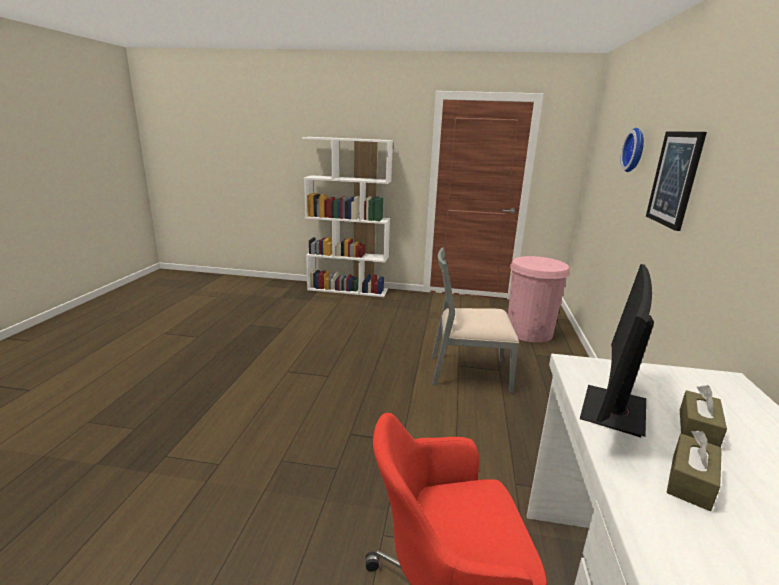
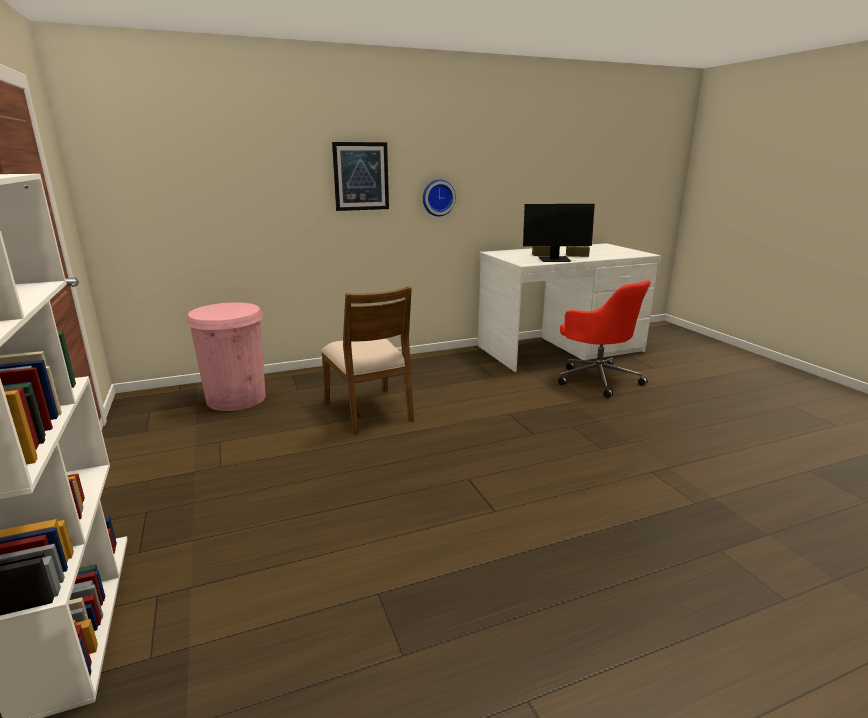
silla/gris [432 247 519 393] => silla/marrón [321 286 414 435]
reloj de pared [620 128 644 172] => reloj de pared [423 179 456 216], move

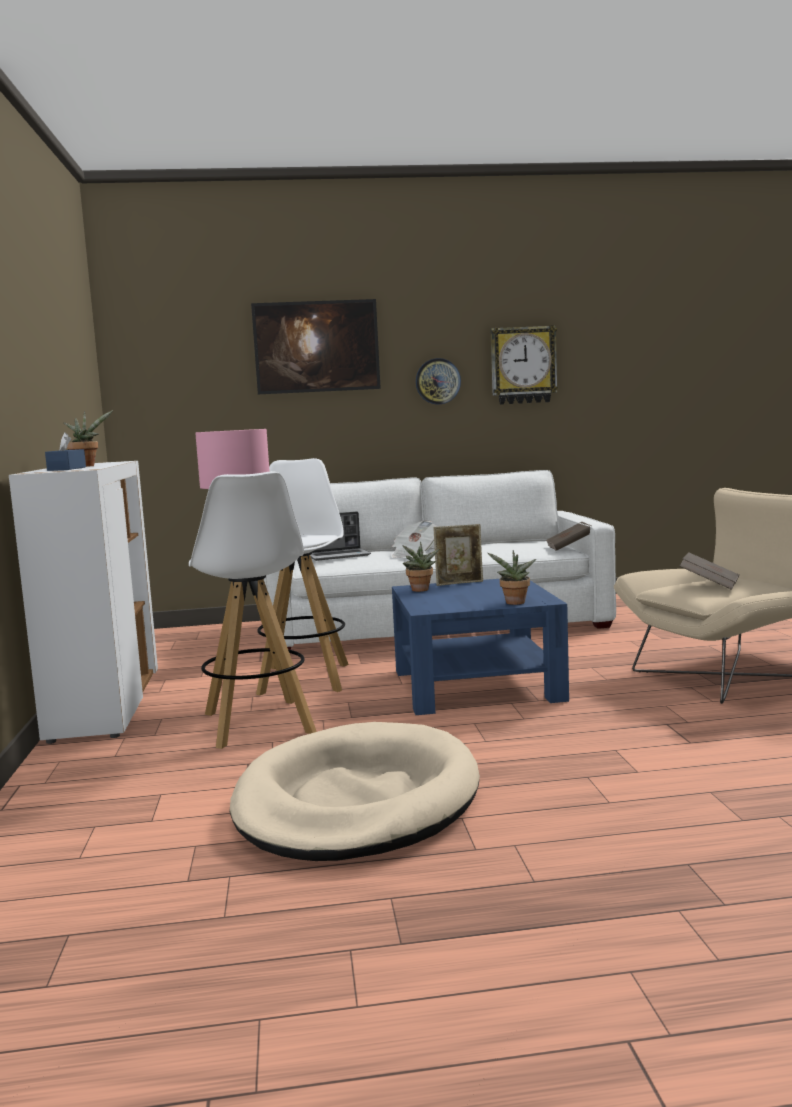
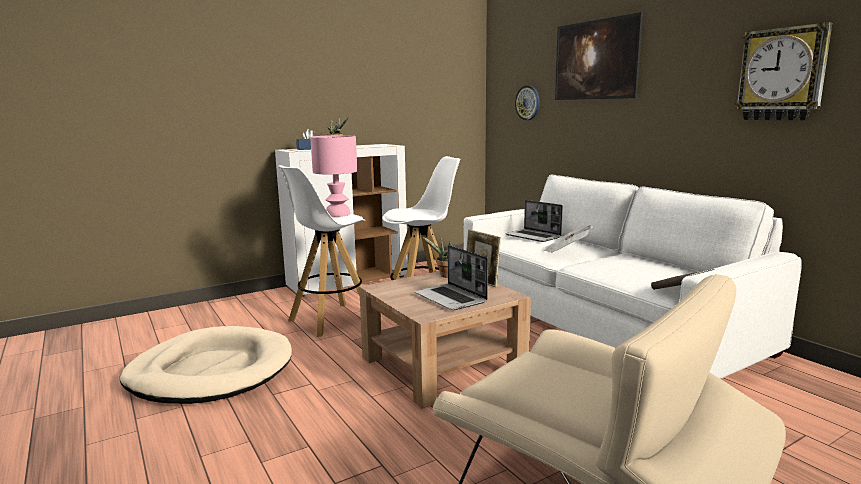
mesa de centro/azul [392 579 569 715] => mesa de centro/marrón [359 271 531 409]
reloj de pared [416 358 461 405] => reloj de pared [515 85 540 120], move
planta en maceta [488 550 536 605] => nothing
libro/marrón [679 552 739 590] => nothing
nothing => portátil [414 245 488 310]

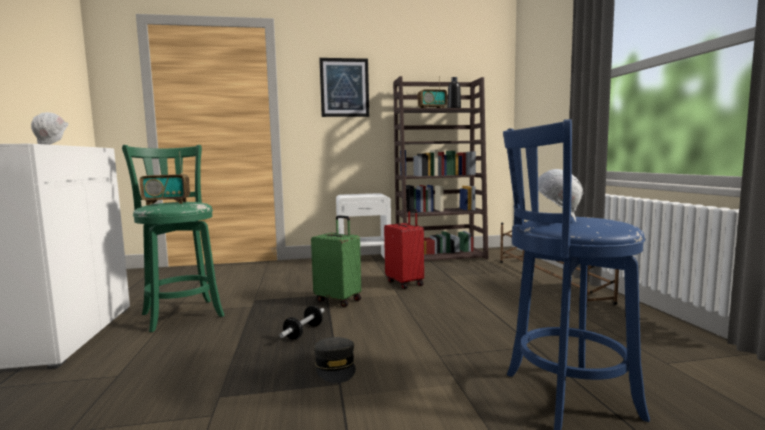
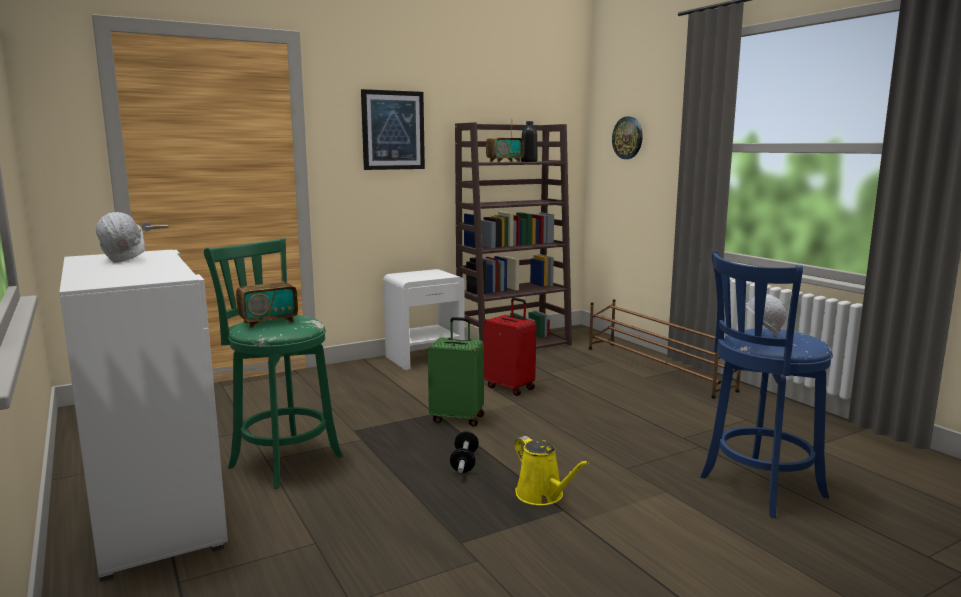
gorra/gris [314 337 356 383] => regadera/amarillo [515 436 589 506]
nothing => reloj de pared [612 117 643 159]

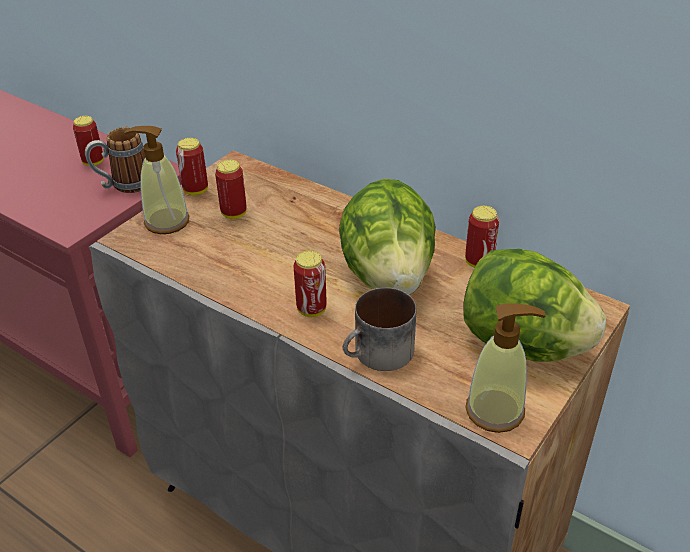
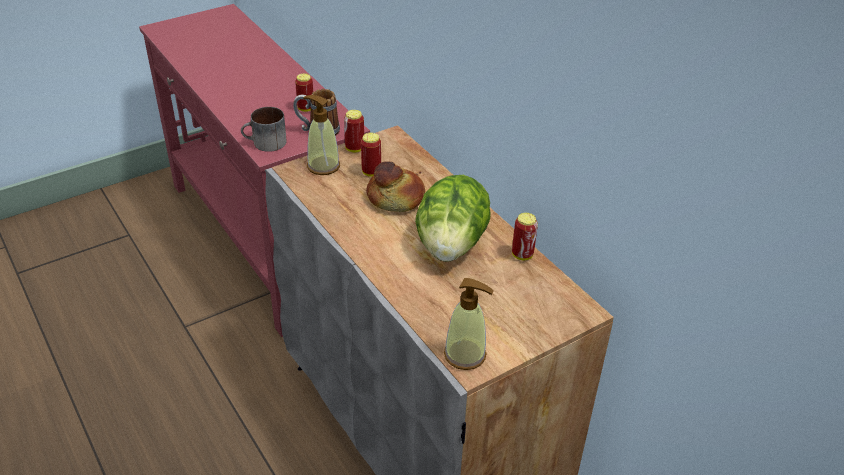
lata [294 251 327 317] => nothing
taza grande [343 288 416 371] => taza grande [241 107 287 152], move
lechuga [464 249 606 362] => nothing
nothing => pan [366 161 425 212]

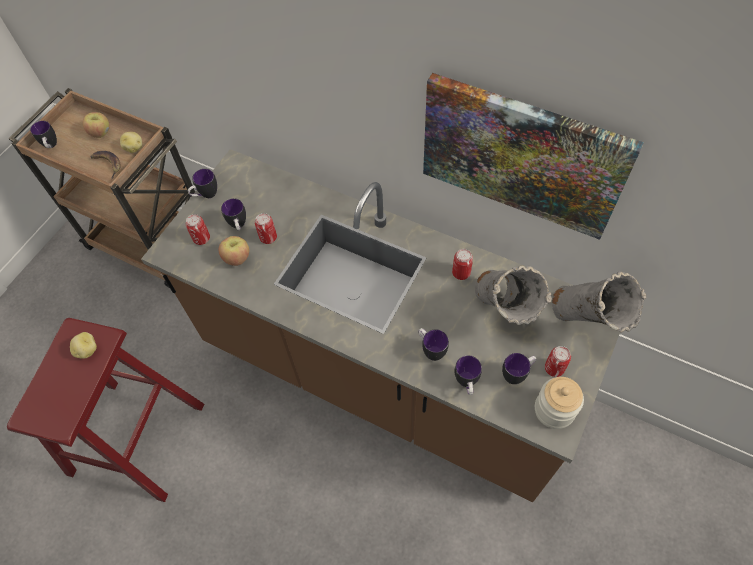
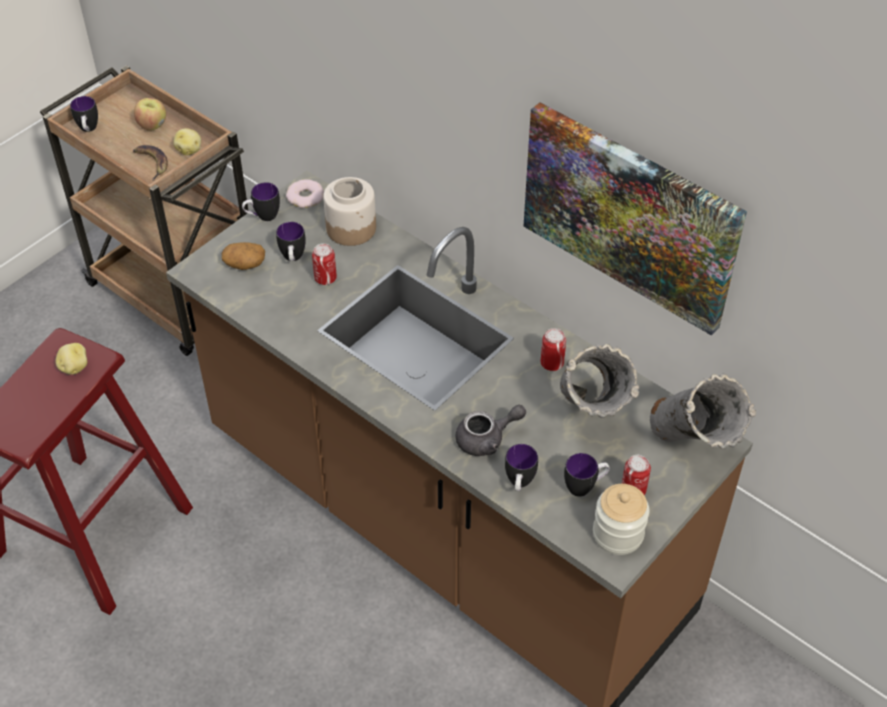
lata [186 214 210 245] => patata [222 242 265 270]
manzana [219 236 249 266] => nothing
taza grande [418 328 449 361] => tetera/gris [456 405 526 456]
nothing => rosquilla [286 179 324 208]
nothing => tarro [323 177 376 246]

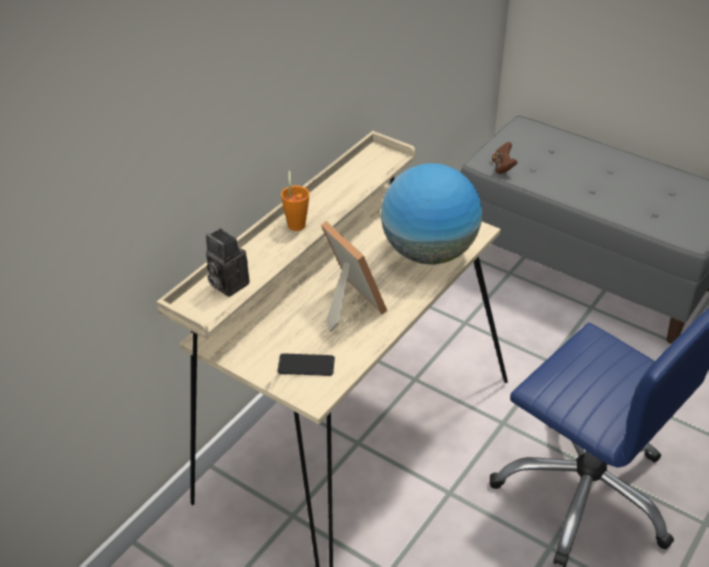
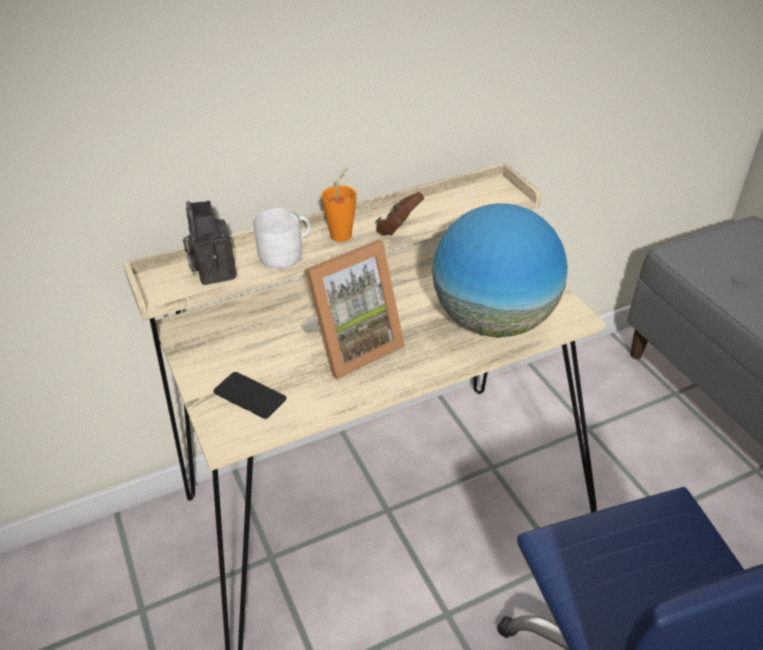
portarretratos [321 221 387 332] => portarretratos [300 240 405 379], 60 degrees clockwise
mando de consola/marrón [492 142 517 174] => mando de consola/marrón [376 192 424 236], move
nothing => taza grande/blanco [253 208 310 269]

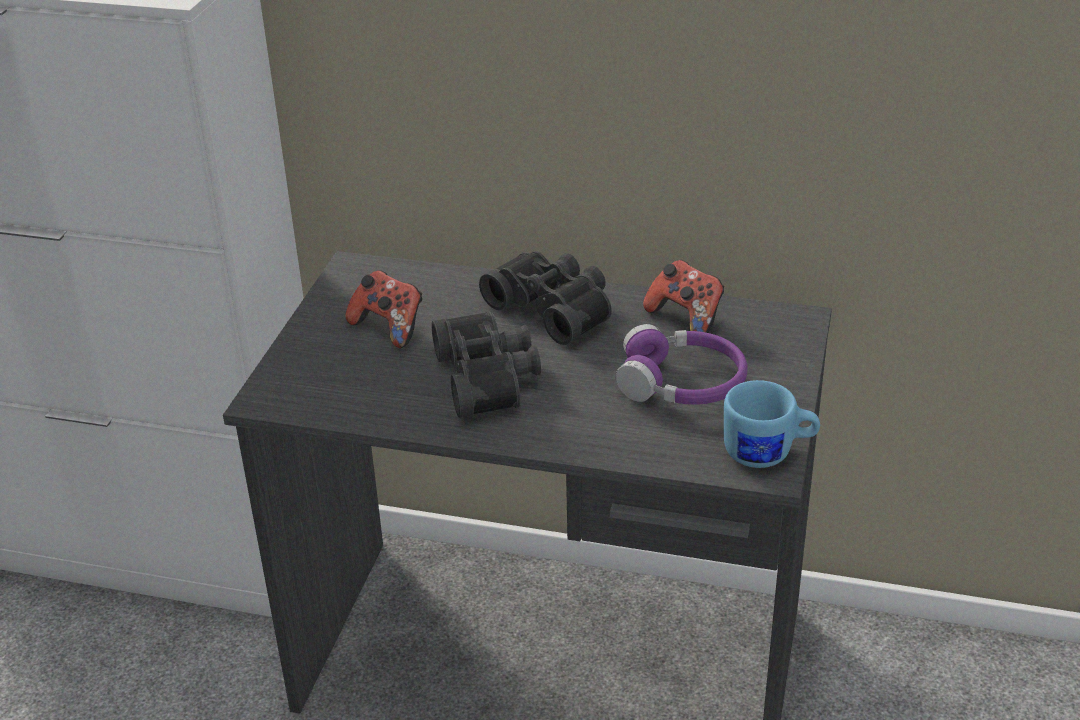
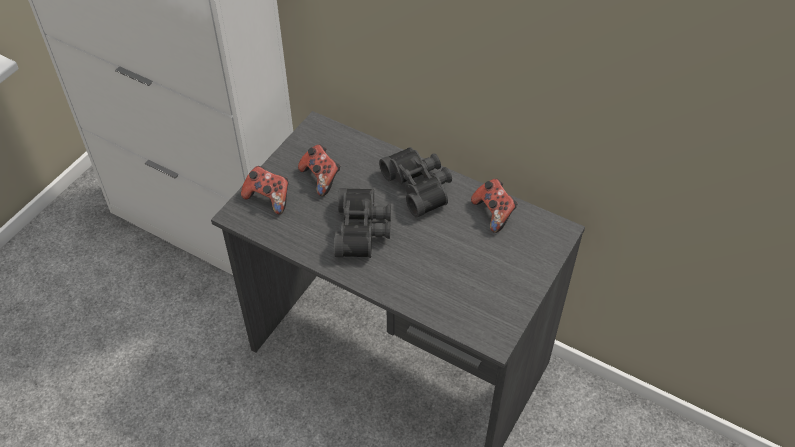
auriculares/morado [616 324 748 405] => nothing
taza grande/azul [724 380 820 468] => nothing
nothing => mando de consola [241 166 288 214]

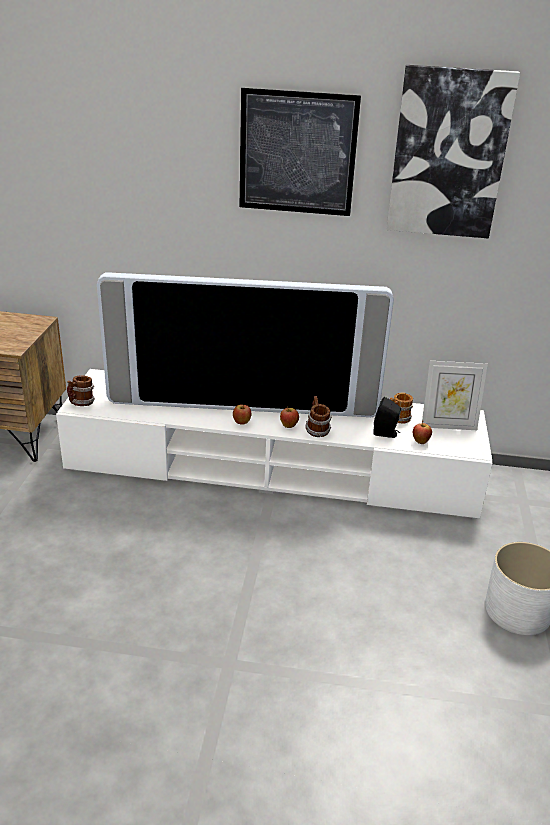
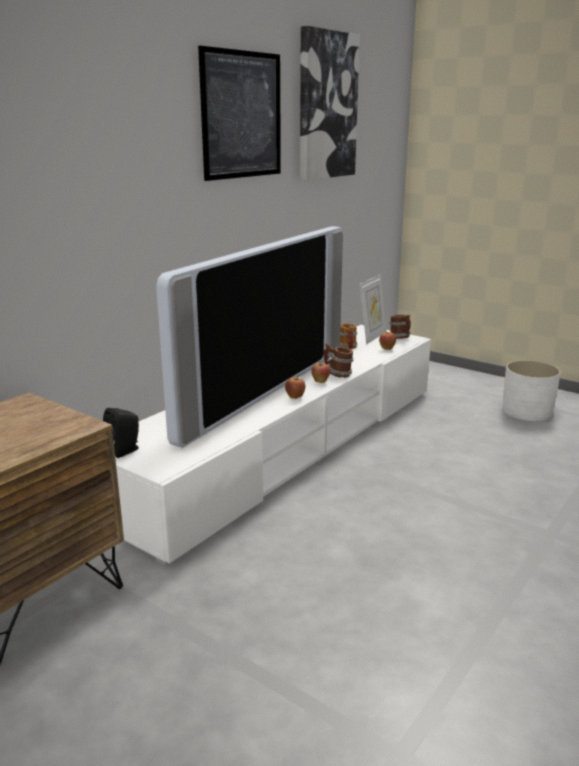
taza grande [67 375 95 406] => taza grande [389 315 411 339], move
altavoz/negro [373 397 401 438] => altavoz/negro [103 408 139 458], move

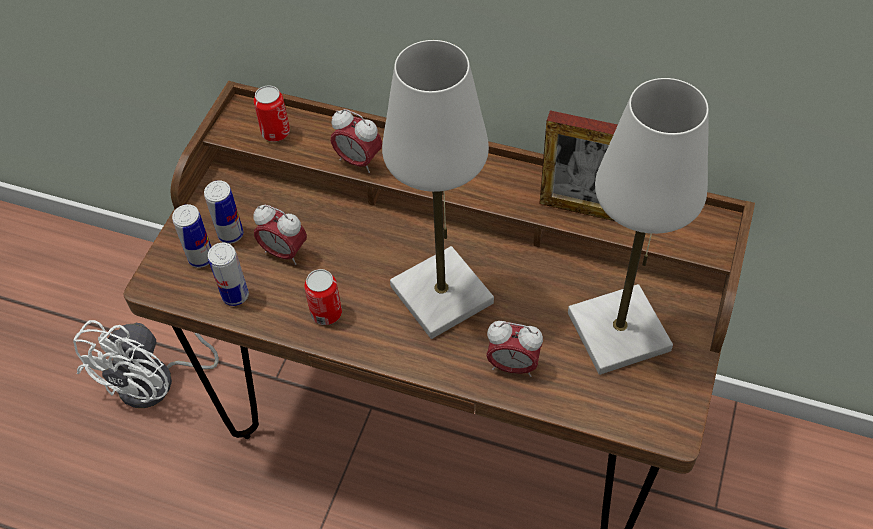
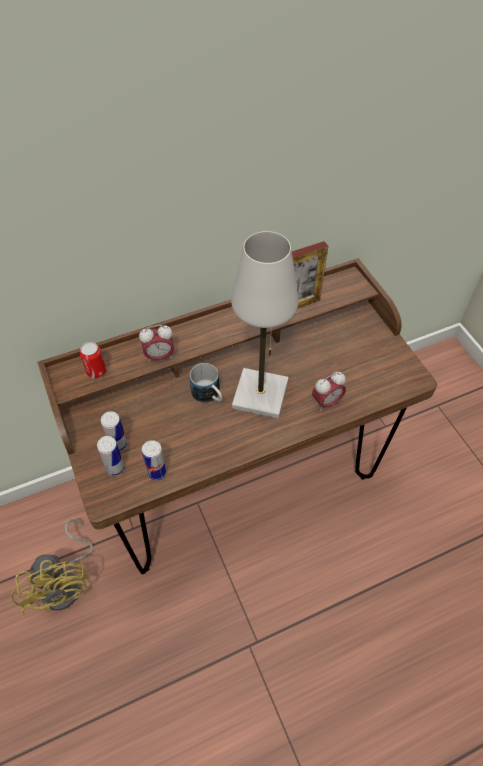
ventilador/blanco [73 320 219 408] => ventilador/amarillo [11 519 93 615]
despertador [253 205 307 265] => nothing
lata [304 269 342 325] => nothing
lámpara de mesa/blanco [568 78 709 375] => nothing
nothing => taza grande [189 363 222 403]

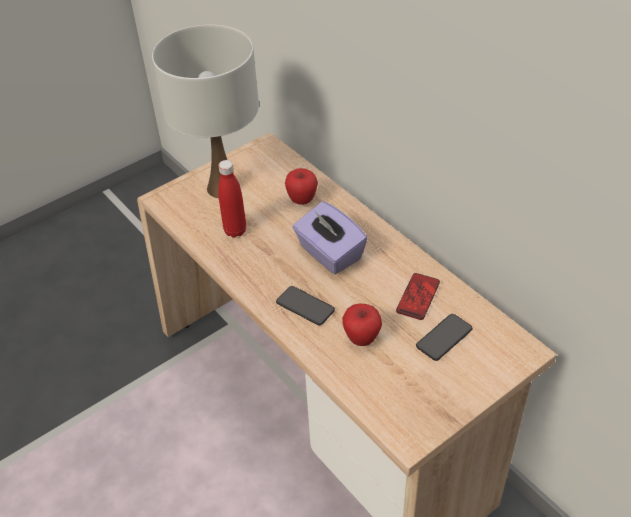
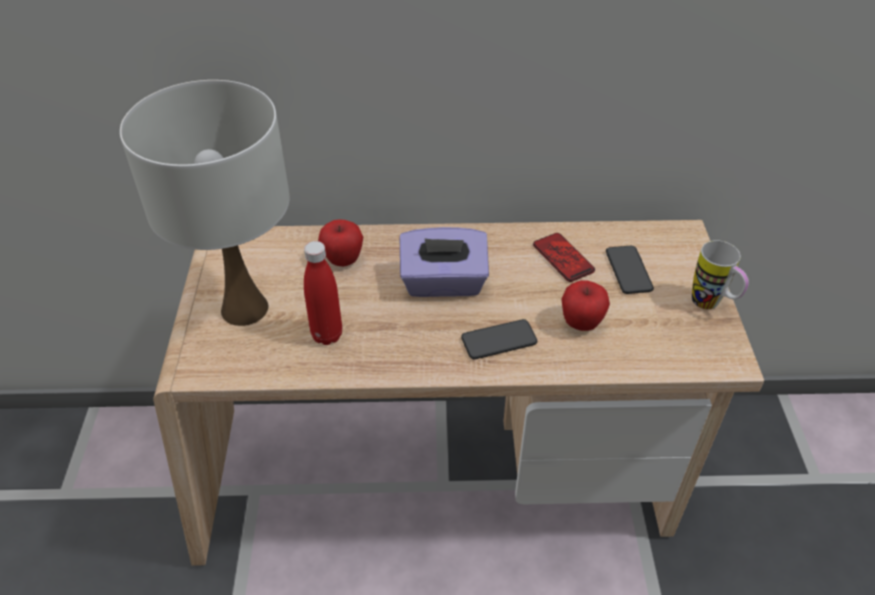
nothing => taza grande [692 240 749 309]

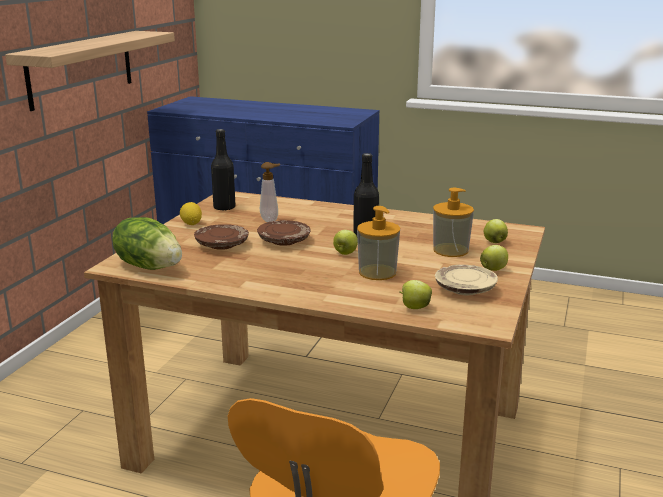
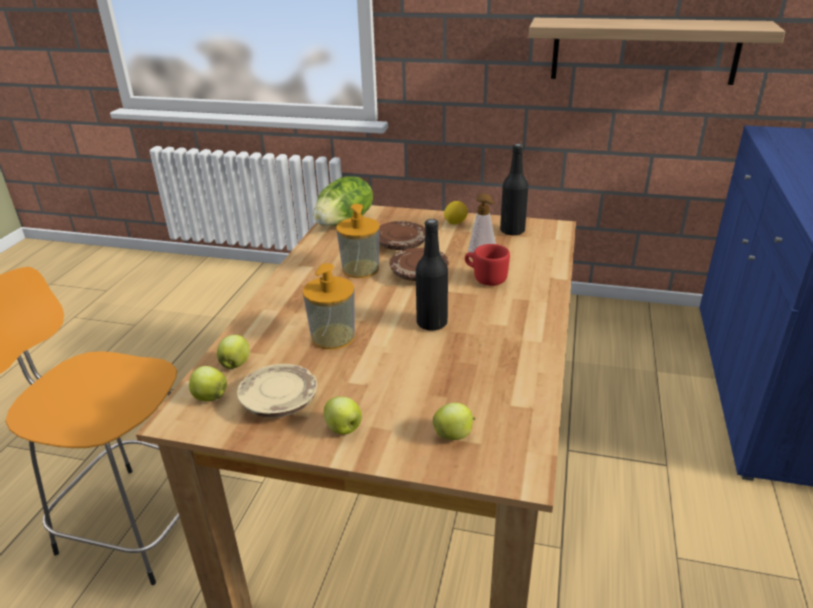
manzana [333 230 358 255] => manzana [189 366 227 401], move
dispensador de jabón [433 188 474 257] => dispensador de jabón [336 204 379 278], move
nothing => taza grande/rojo [465 244 510 286]

